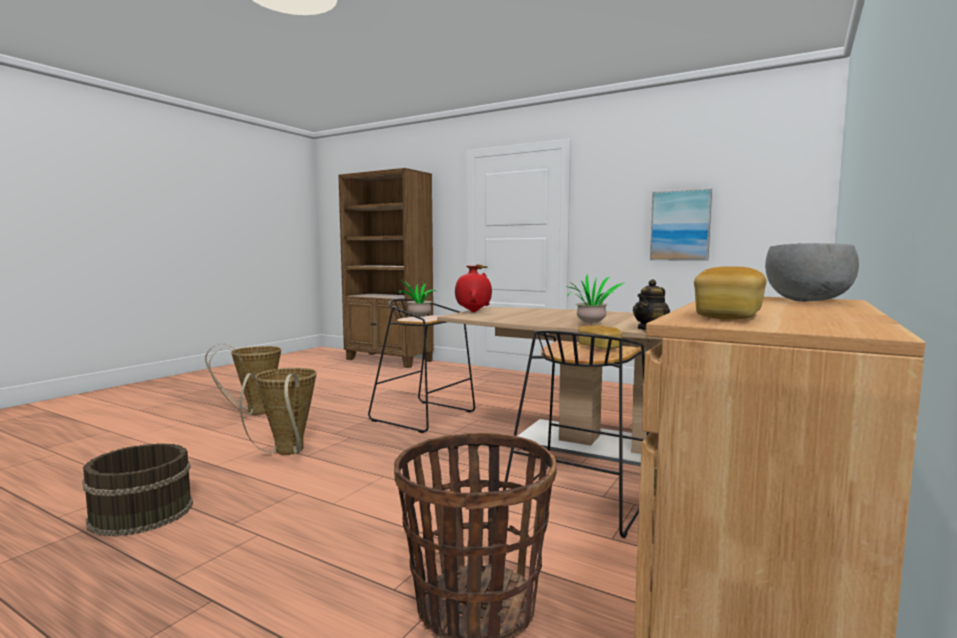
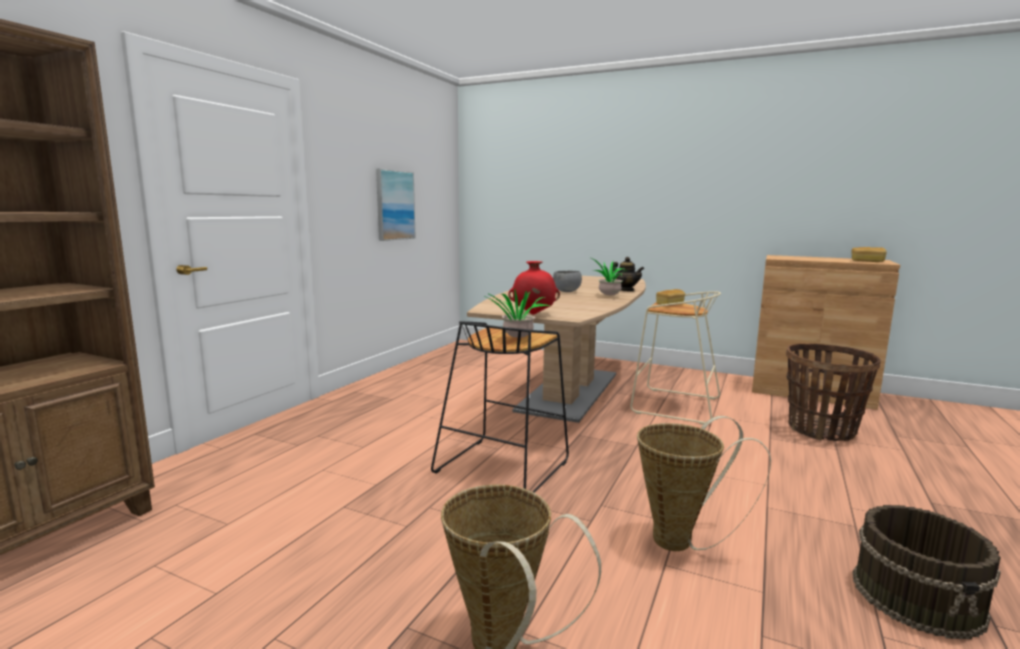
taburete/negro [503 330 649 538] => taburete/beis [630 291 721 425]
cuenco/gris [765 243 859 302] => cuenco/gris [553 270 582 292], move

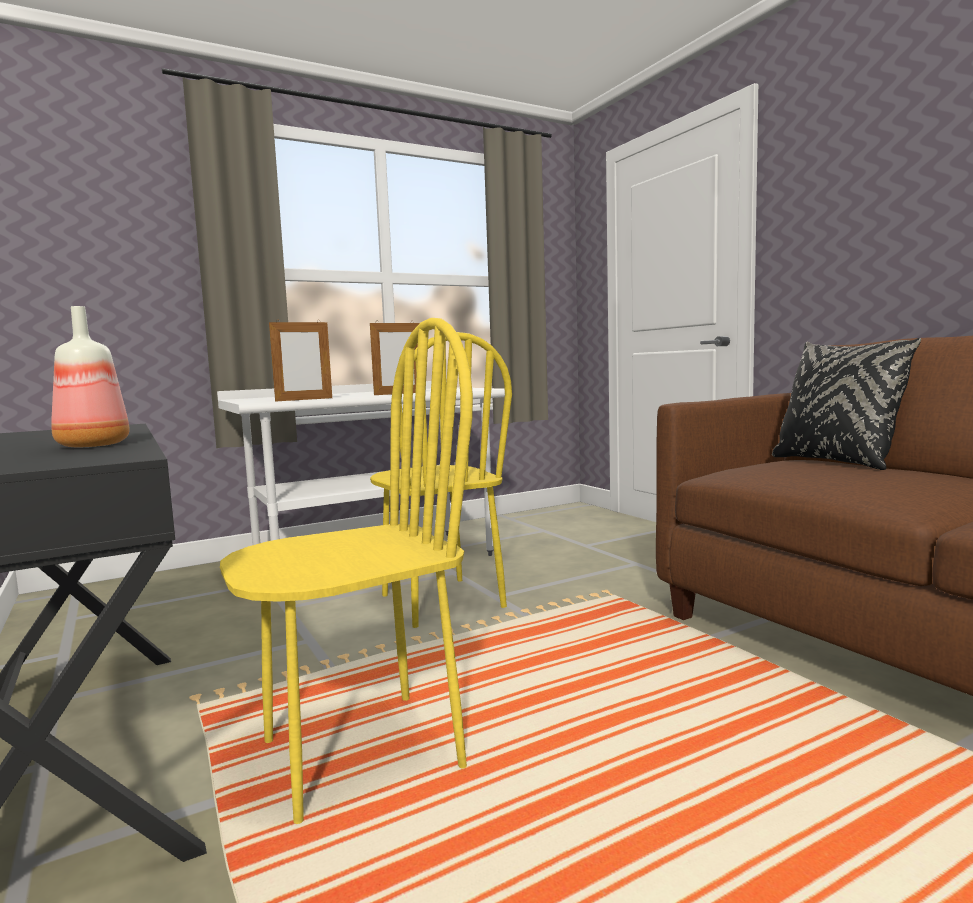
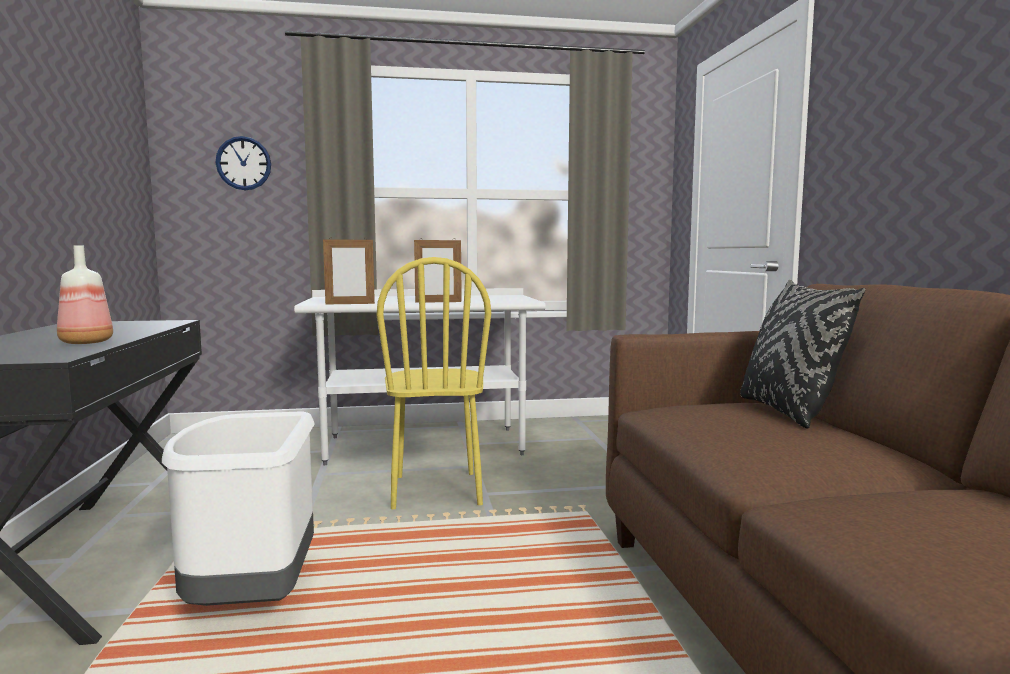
silla/amarillo [220 318 473 824] => papelera/blanco [162 411 315 606]
nothing => reloj de pared [216 136 271 190]

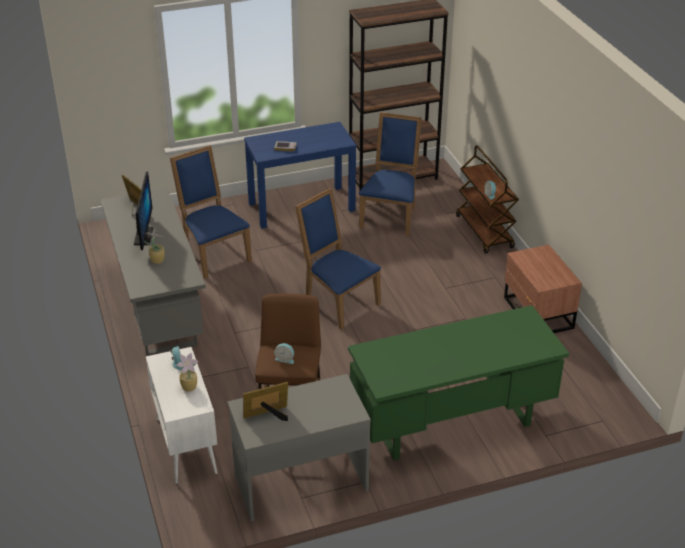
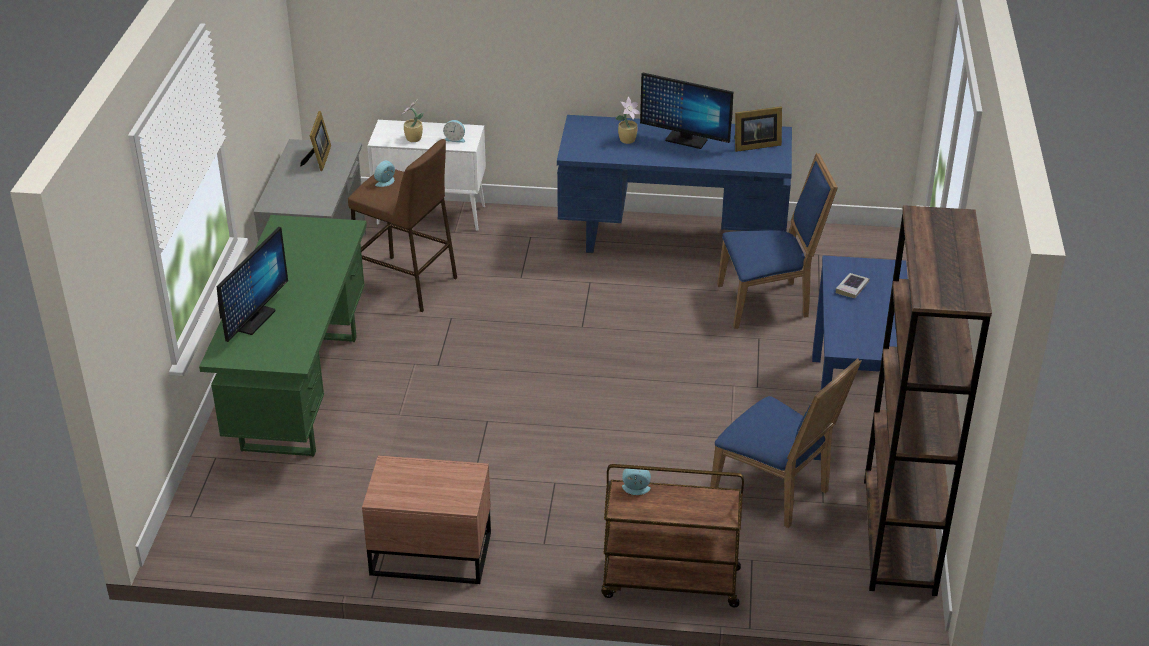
escritorio/gris [101 188 206 356] => escritorio/azul [557 115 792 253]
silla/azul [295 188 381 329] => nothing
nothing => monitor [217 227 288 342]

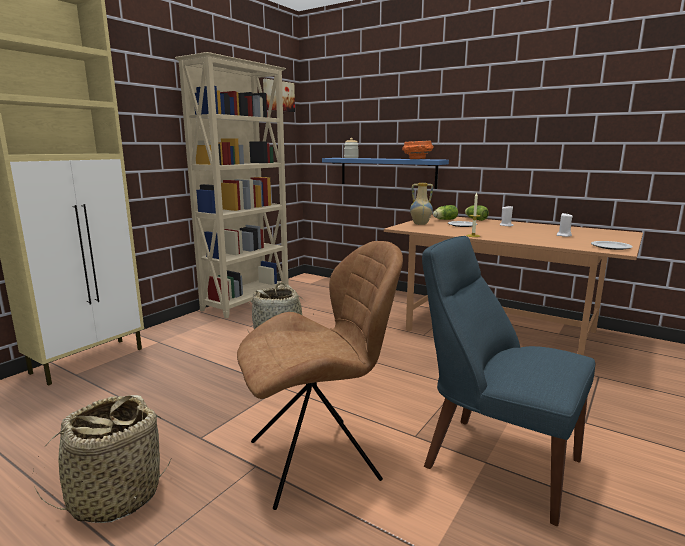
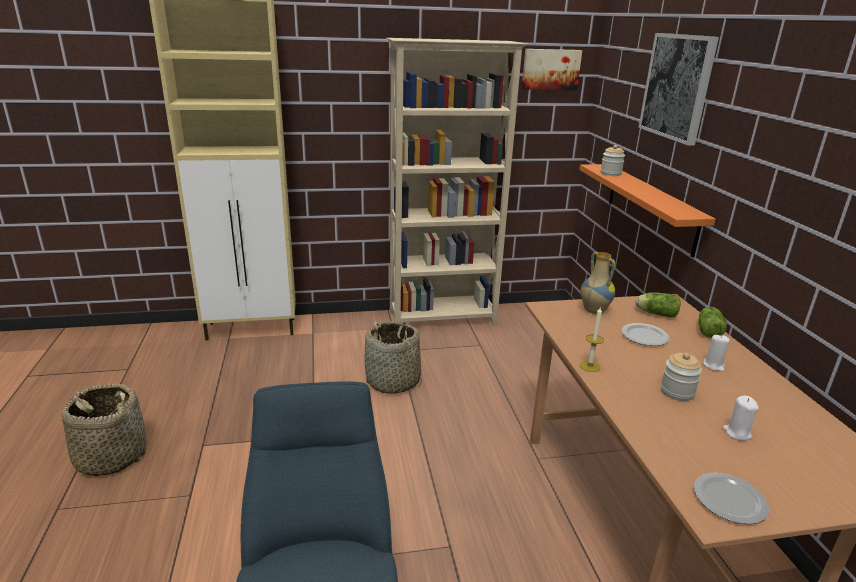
silla/marrón [237 241 403 510] => nothing
estante/azul [322 158 449 189] => estante/naranja [579 164 716 258]
cuenco/naranja [402 140 434 159] => nothing
nothing => cuadro [638 33 719 146]
nothing => tarro [661 353 702 401]

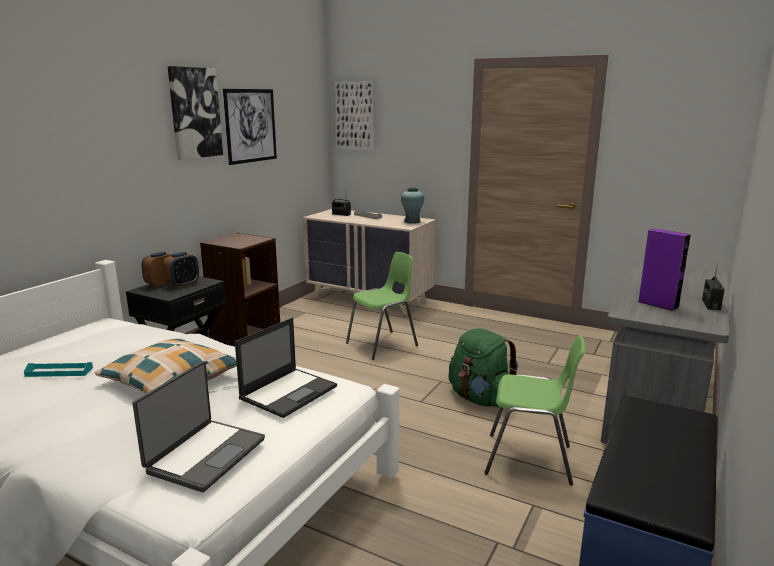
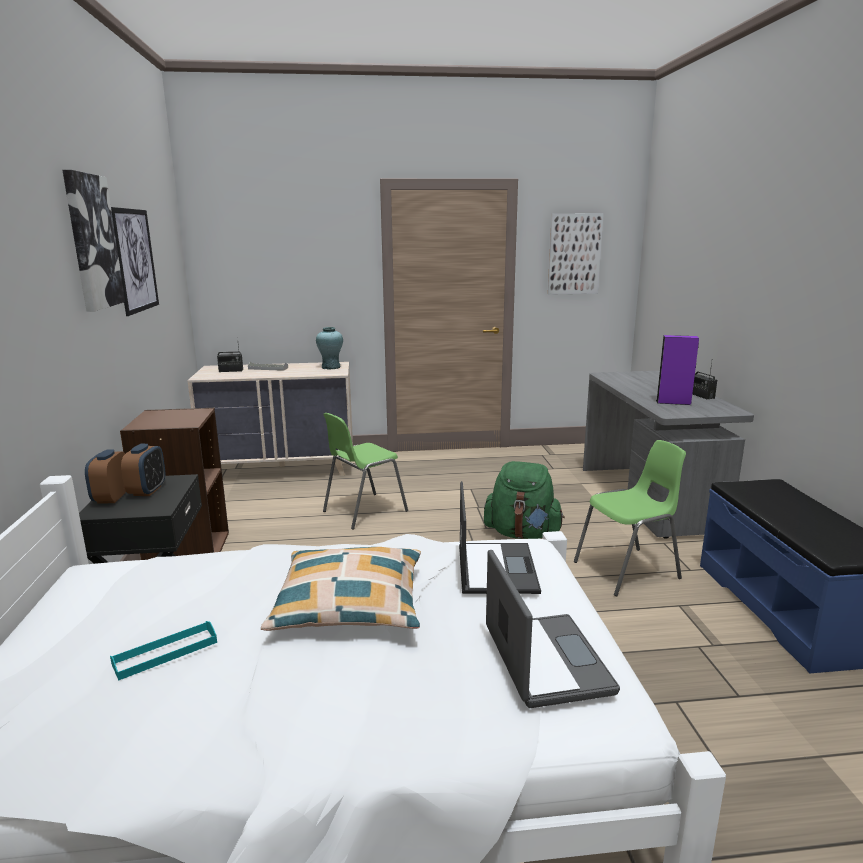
cuadro [335 81 374 151] => cuadro [548 213 604 295], move
silla/verde [346 252 418 360] => silla/verde [323 413 408 530], 150 degrees counterclockwise

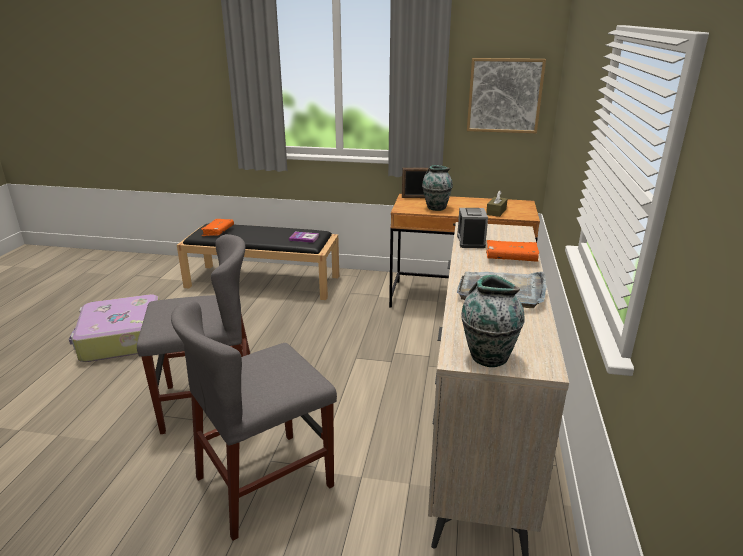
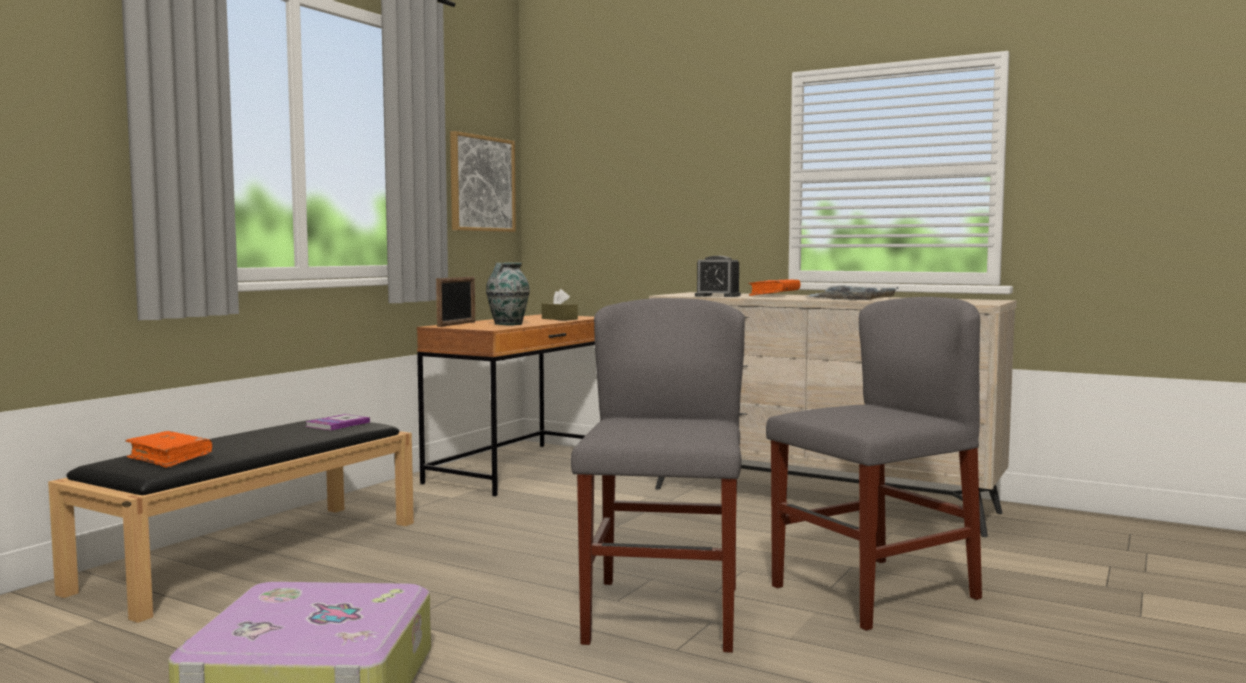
silla/gris [171 301 337 541] => silla/gris [766 297 982 631], 105 degrees counterclockwise
florero [461 275 525 367] => nothing

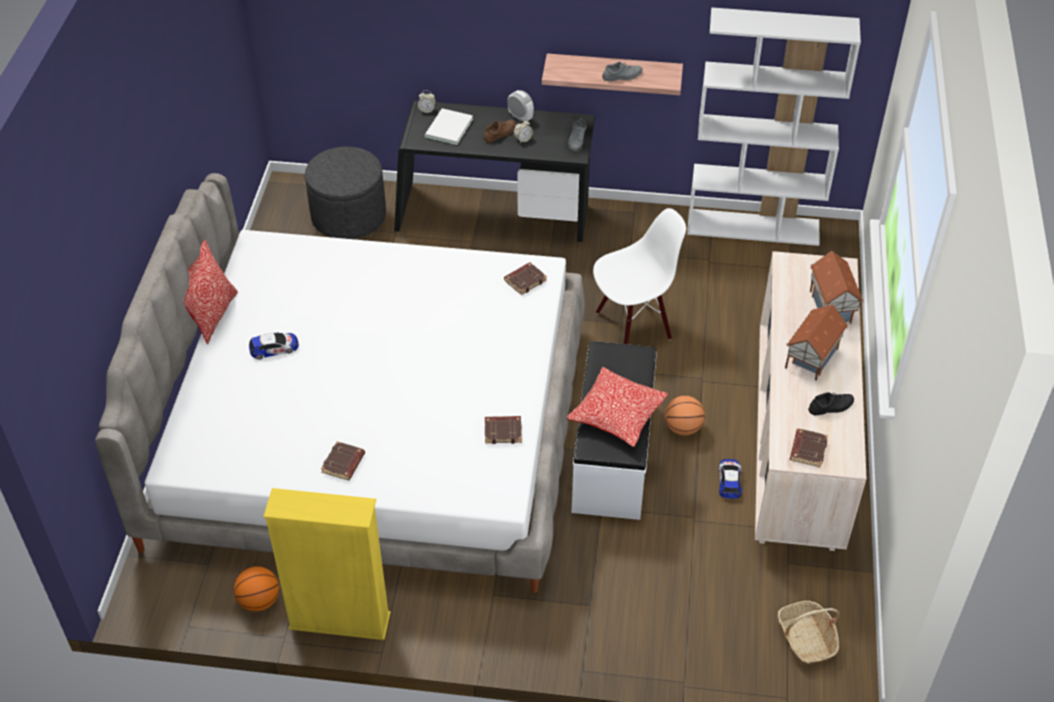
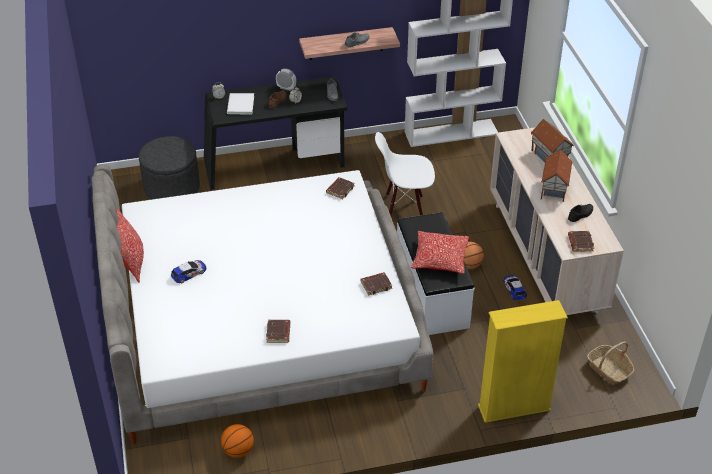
estantería/amarillo [263 488 391 640] => estantería/amarillo [478 300 568 423], move
silla/blanco [593 208 686 344] => silla/blanco [375 132 435 216], 135 degrees counterclockwise

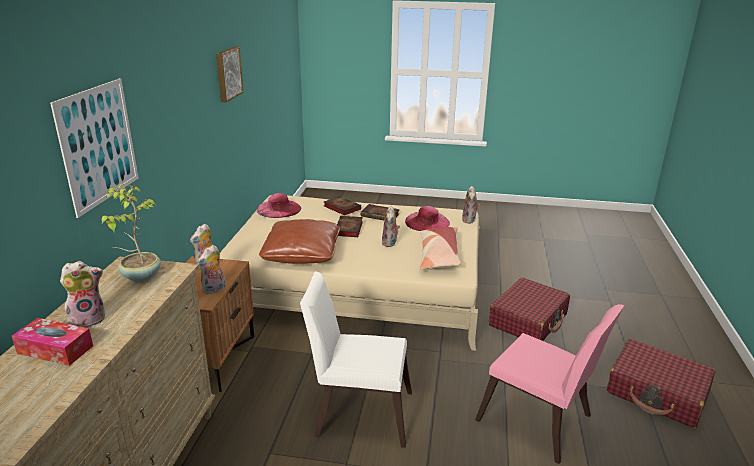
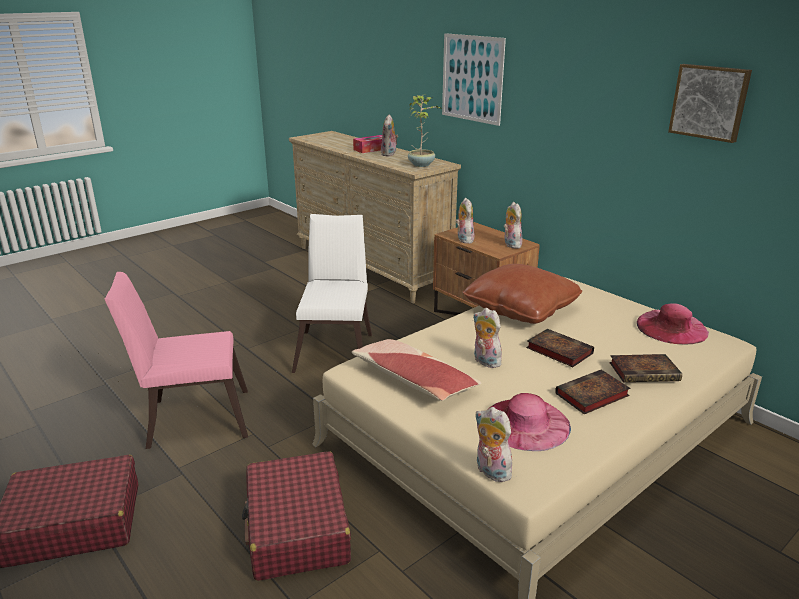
silla/blanco [300 272 412 448] => silla/blanco [292 214 372 373], 45 degrees counterclockwise

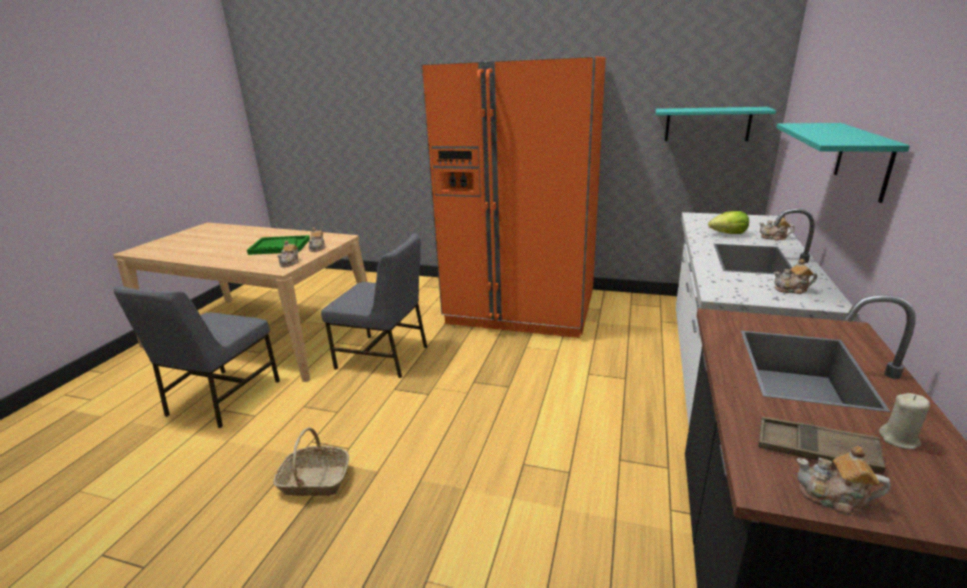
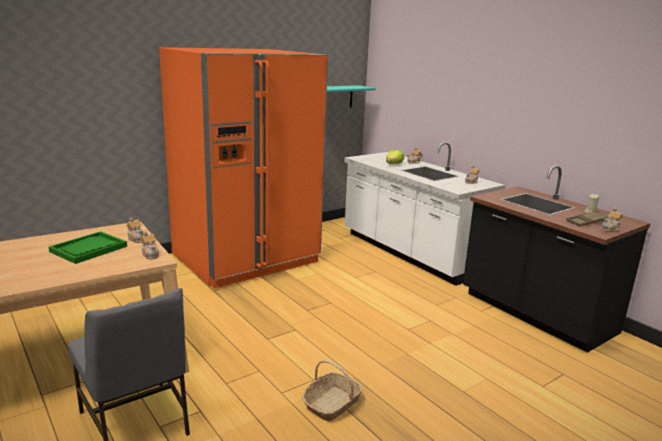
silla/gris [321 233 427 378] => nothing
estante/turquesa [776 123 910 203] => nothing

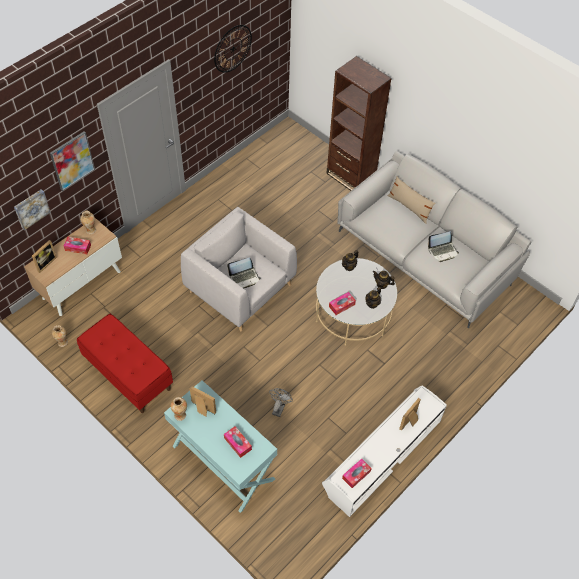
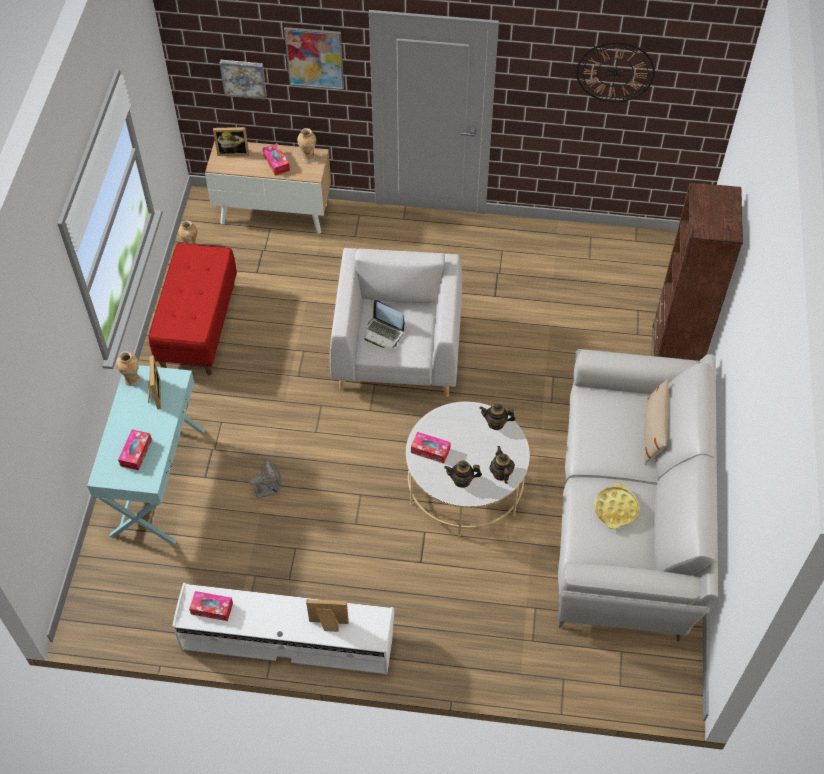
portátil [428 232 459 262] => bandeja/amarillo [594 483 639 529]

